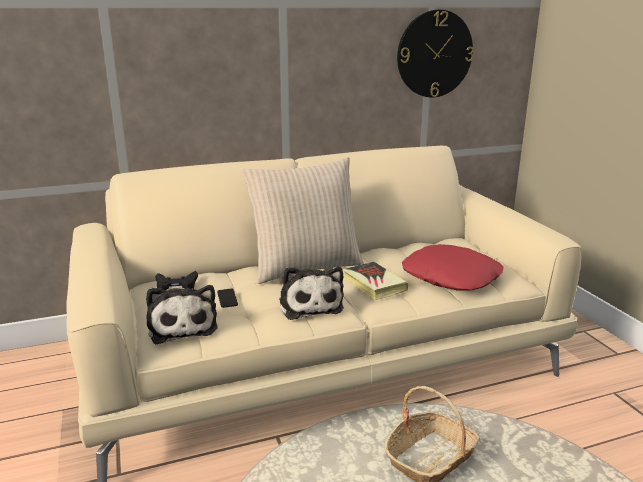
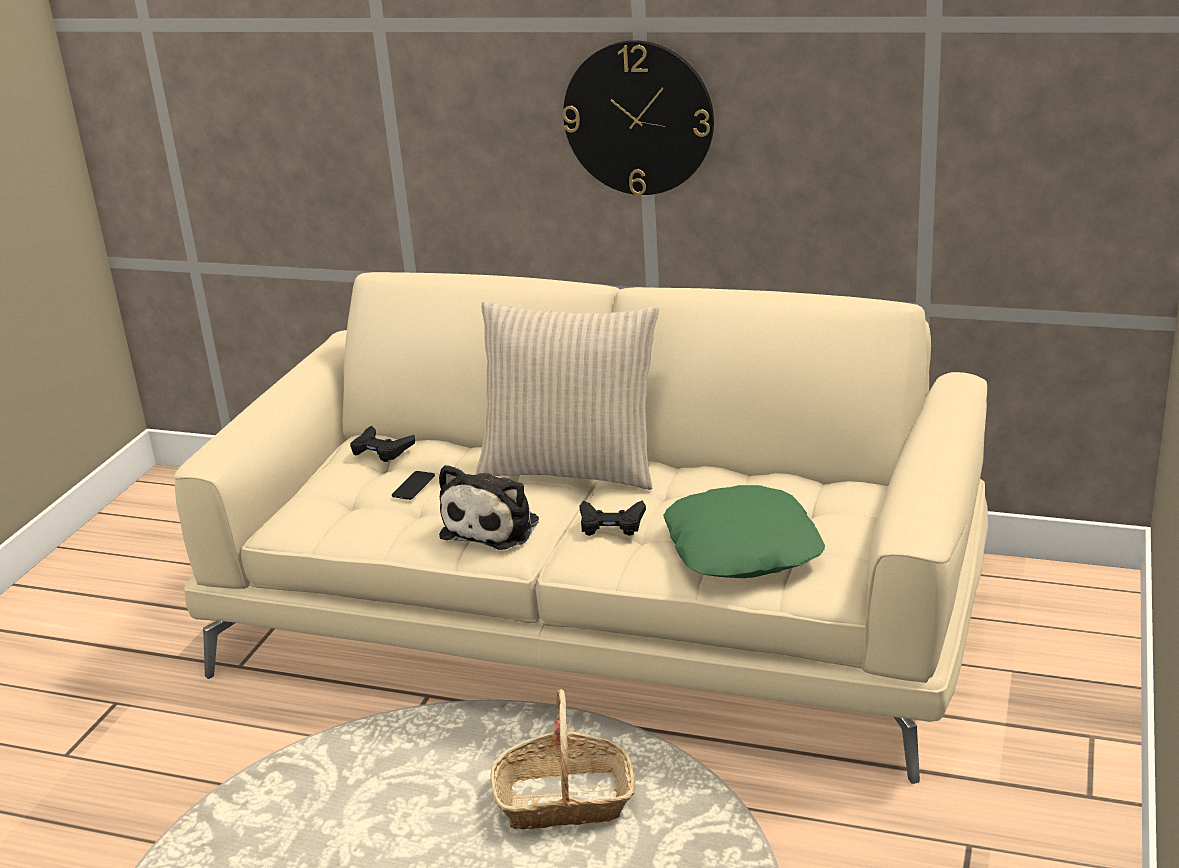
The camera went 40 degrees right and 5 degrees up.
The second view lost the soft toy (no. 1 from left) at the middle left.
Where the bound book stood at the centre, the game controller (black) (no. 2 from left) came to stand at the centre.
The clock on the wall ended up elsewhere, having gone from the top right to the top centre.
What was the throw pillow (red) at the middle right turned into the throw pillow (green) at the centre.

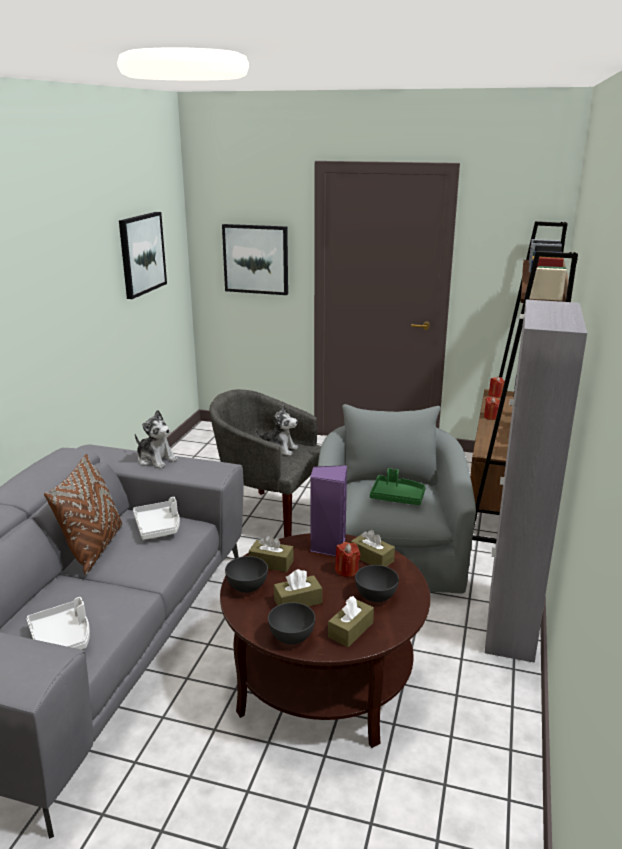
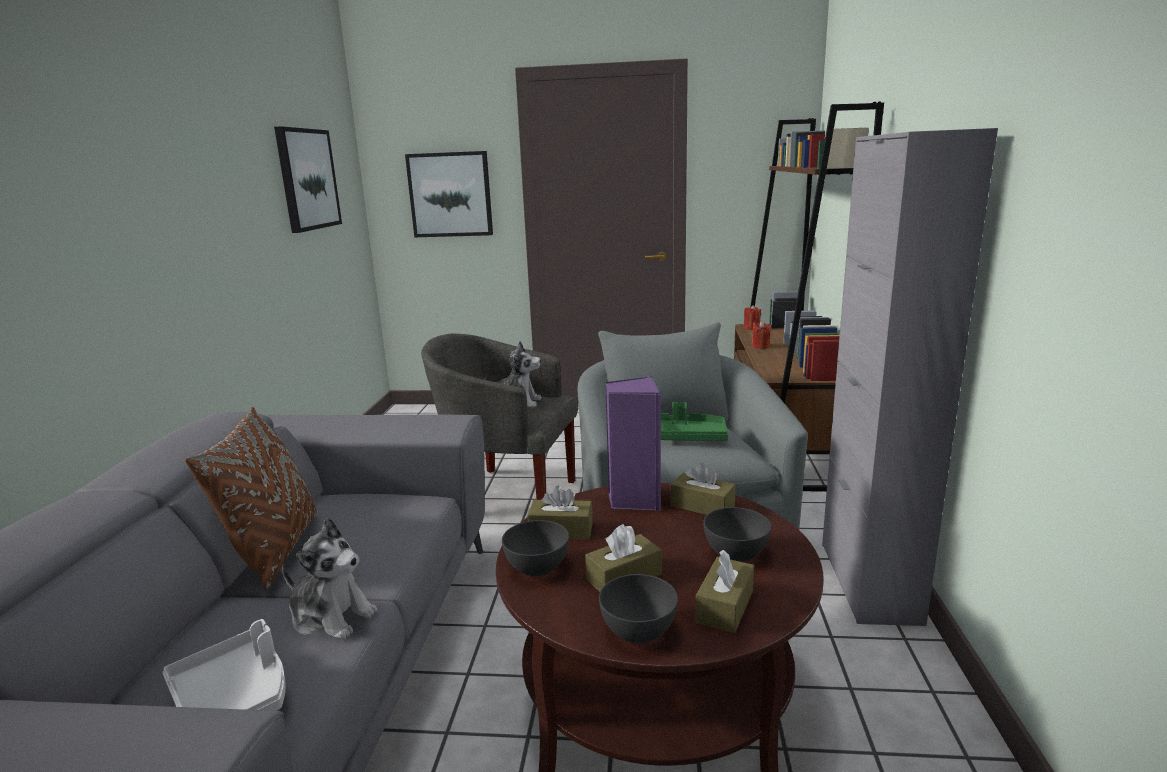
The camera went 10 degrees left and 5 degrees down.
The second view lost the carrying tray (greyish) (no. 2 from left) at the middle left.
The soft toy (no. 1 from left) ended up elsewhere, having gone from the middle left to the bottom left.
The second view lost the wax light (red) (no. 1 from left) at the centre.

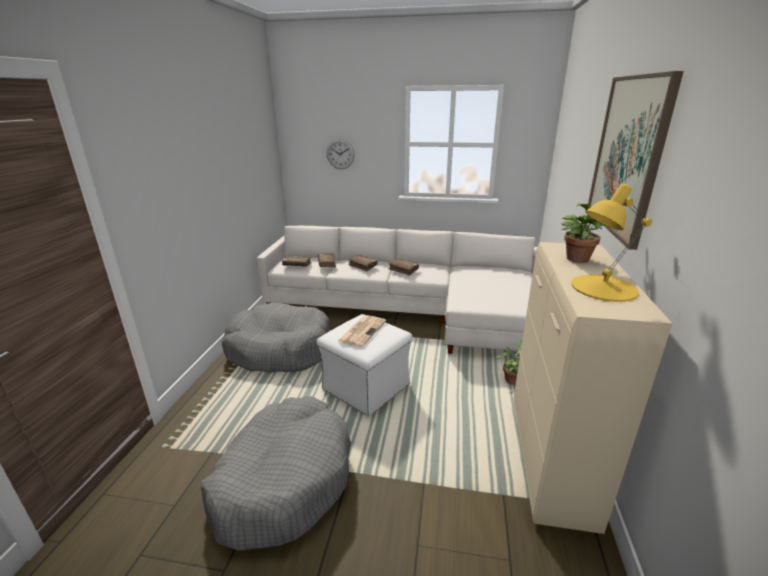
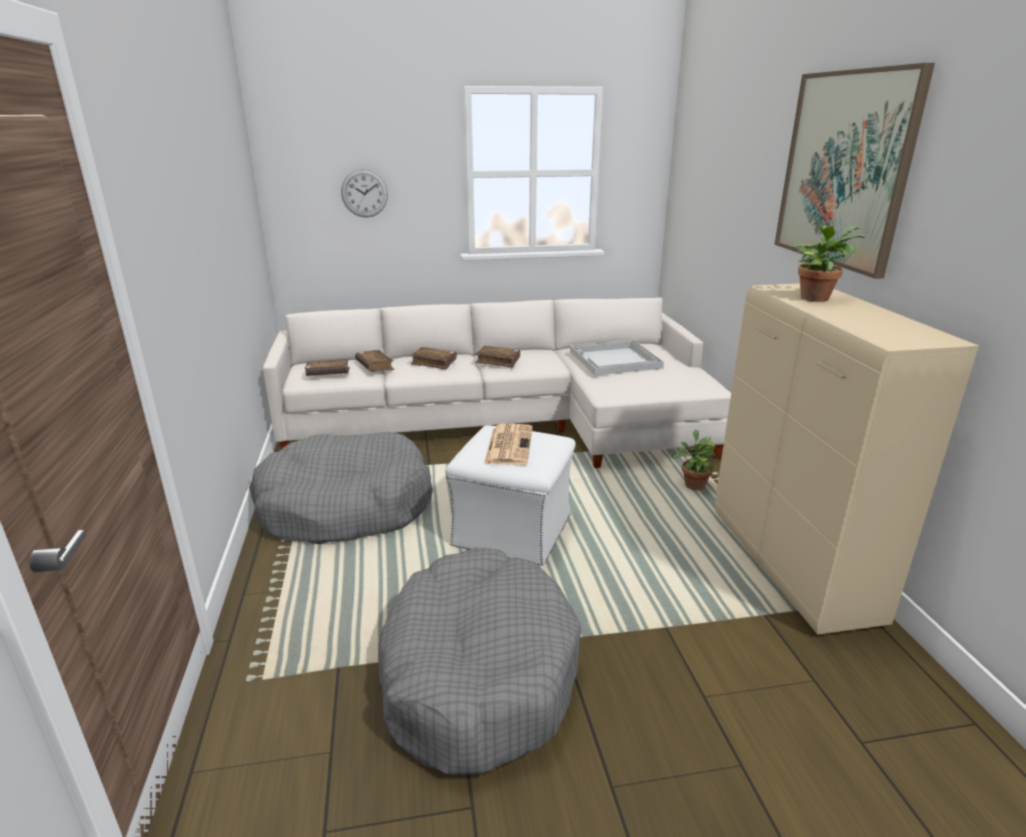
The camera went 20 degrees left and 0 degrees up.
The second view lost the table lamp (yellowish) at the middle right.
The second view gained the carrying tray (white) at the centre.

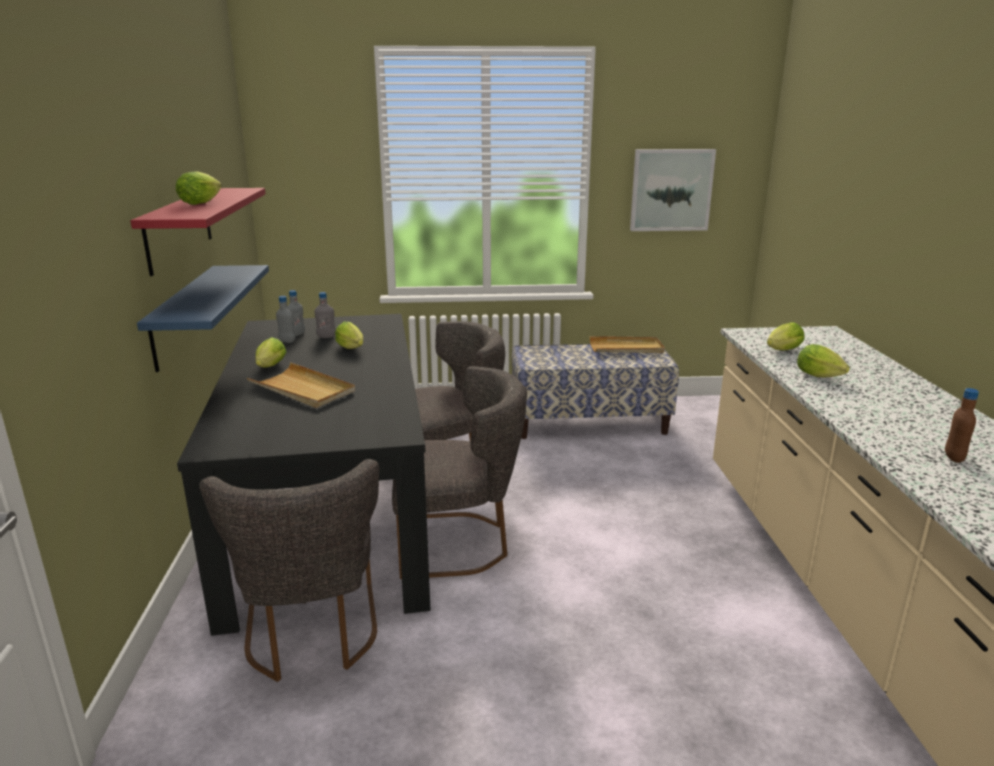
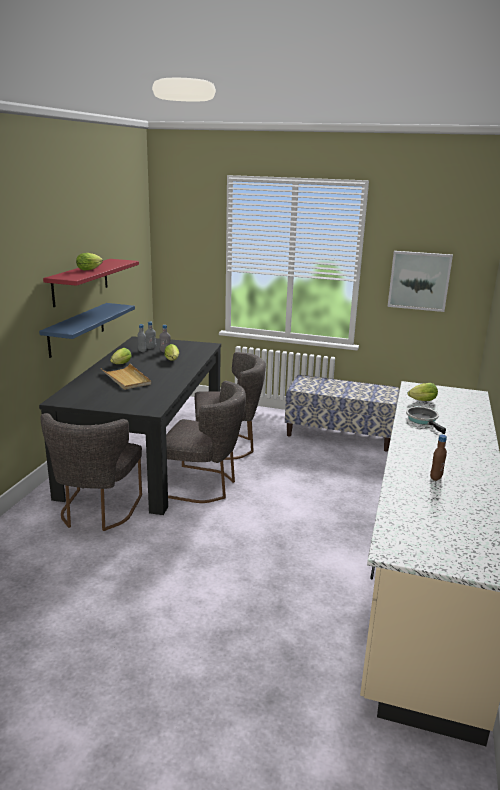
The camera went 20 degrees right and 0 degrees up.
The second view lost the carrying tray (beige-coloured) (no. 2 from left) at the centre.
Where the lettuce head (no. 5 from left) stood at the middle right, the frying pan came to stand at the middle right.

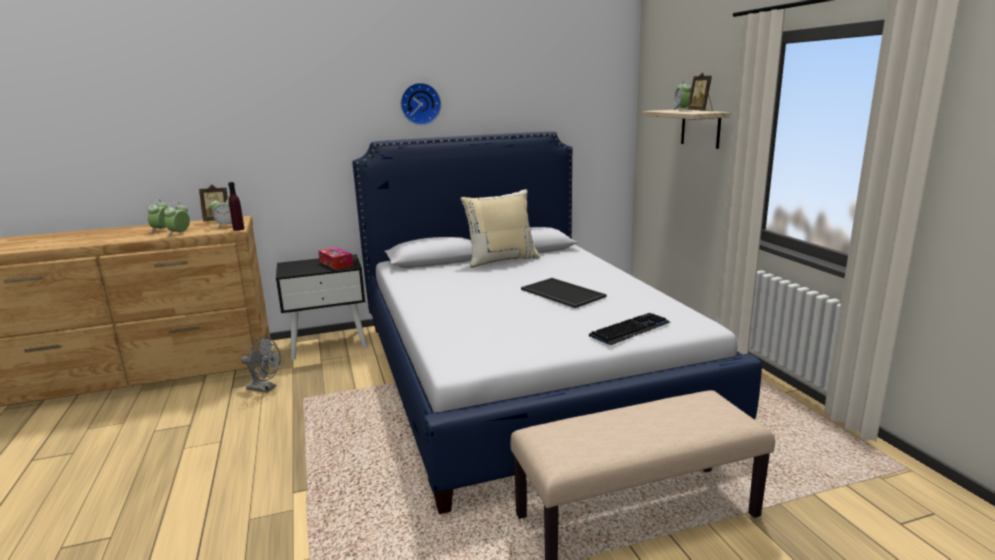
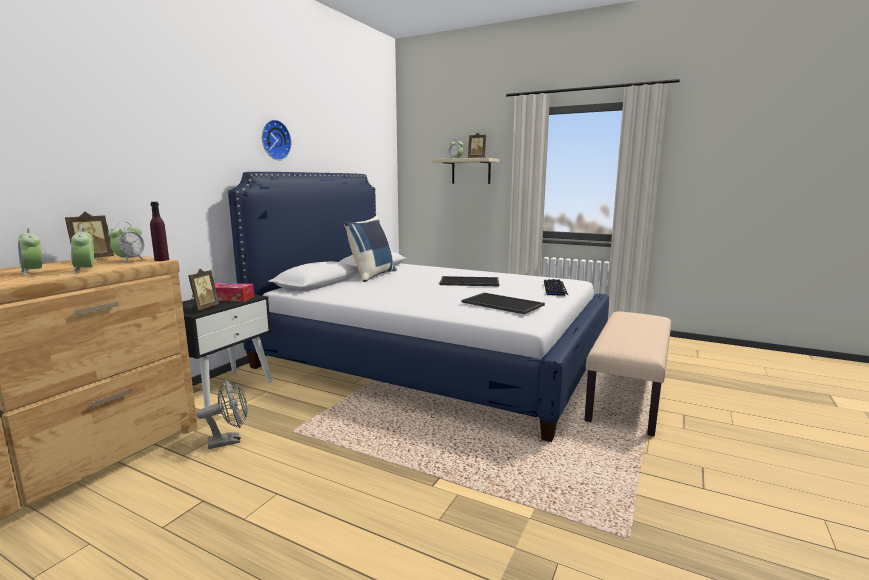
The camera went 45 degrees left and 5 degrees down.
What was the throw pillow (beige-coloured) at the centre turned into the throw pillow (blue-coloured) at the centre.
The second view gained the picture frame (no. 2 from left) at the middle left.
The second view gained the carrying tray (no. 2 from left) at the centre.

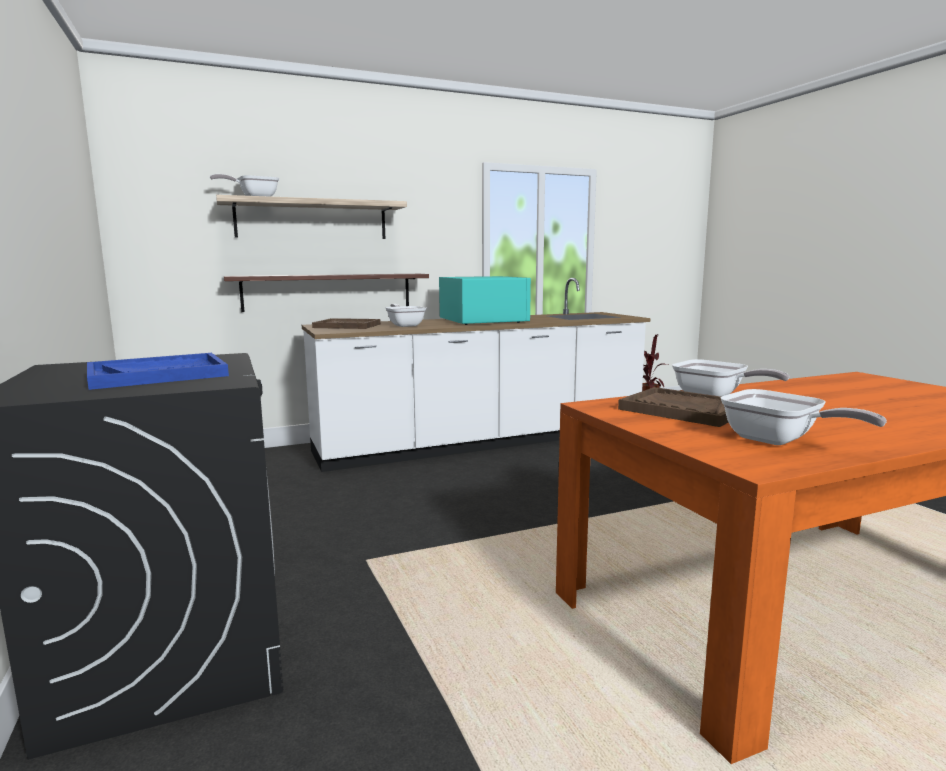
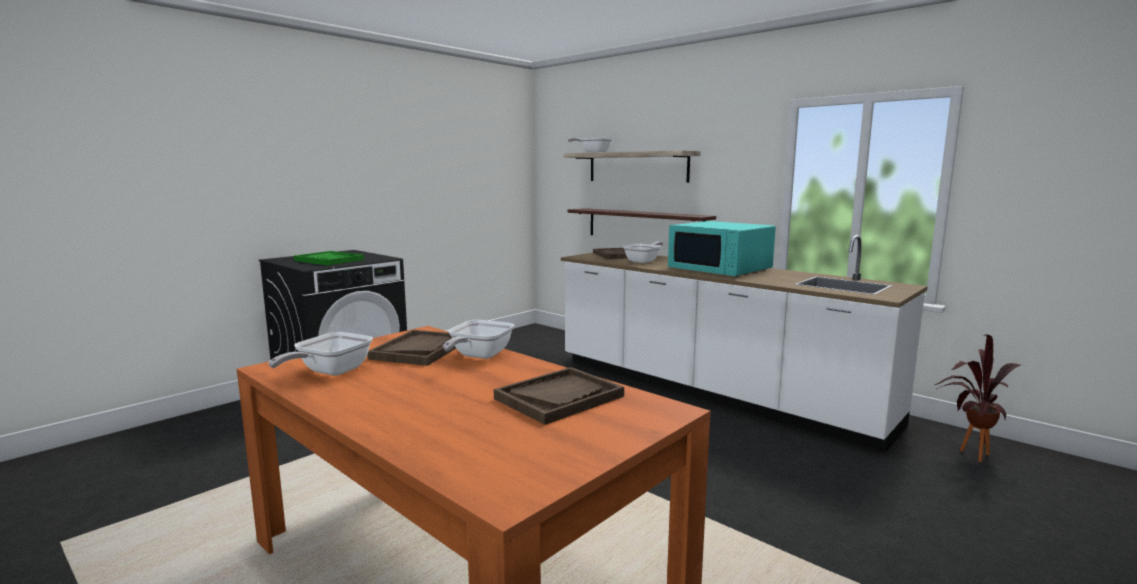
The camera went 65 degrees right and 0 degrees up.
What was the carrying tray (blue-coloured) at the middle left turned into the carrying tray (green) at the middle left.
The microwave (turquoise-coloured) at the centre ended up facing another way, 90 degrees clockwise from before.
The second view gained the carrying tray (brown) (no. 2 from left) at the bottom centre.

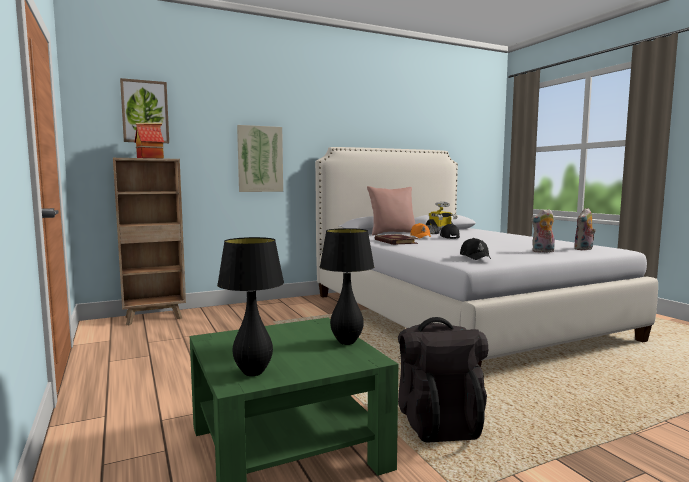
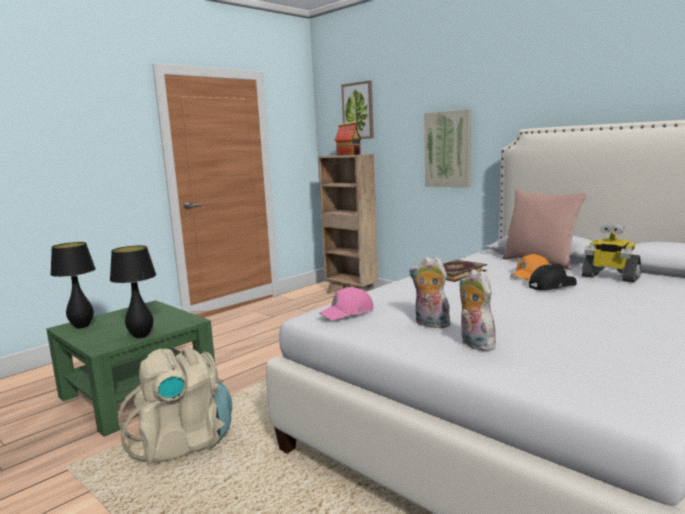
The camera went 70 degrees right and 5 degrees up.
What was the backpack (black) at the bottom centre turned into the backpack (beige-coloured) at the bottom left.
What was the peaked cap (black) (no. 2 from left) at the middle right turned into the peaked cap (pink-coloured) at the centre.
The soft toy (no. 2 from left in the first image) ended up elsewhere, having gone from the middle right to the centre.

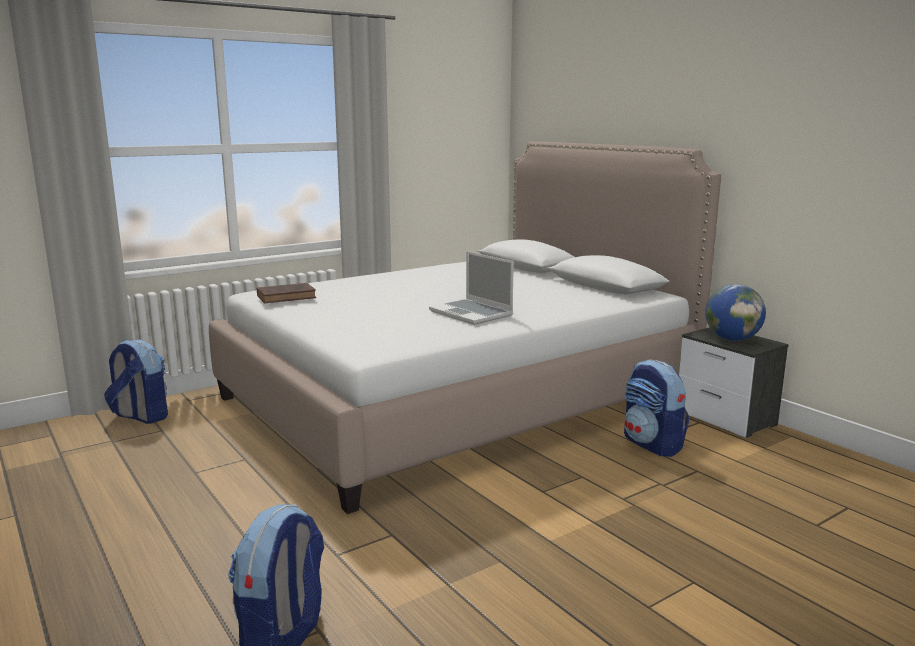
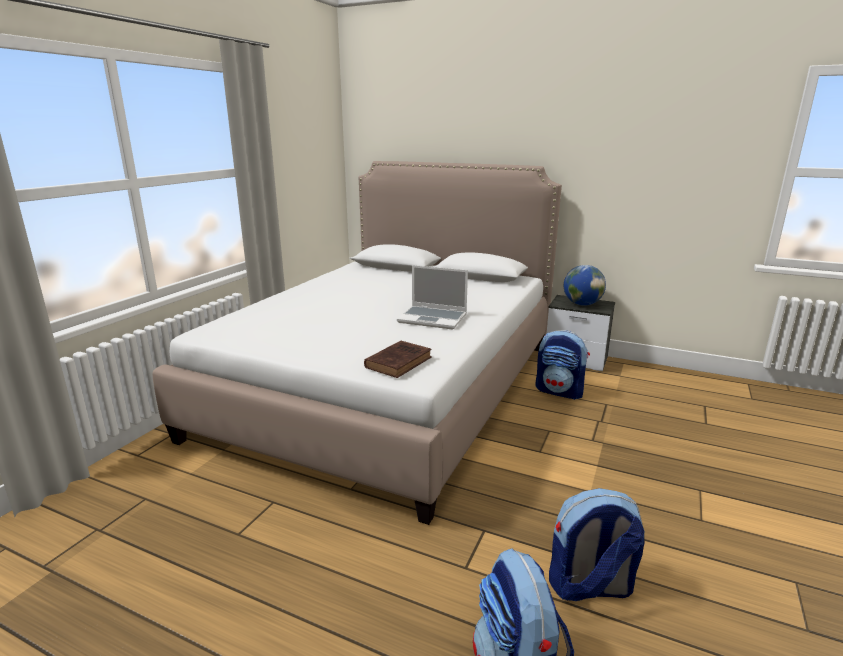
The camera went 30 degrees left and 5 degrees up.
The backpack (no. 1 from left in the first image) ended up elsewhere, having gone from the middle left to the bottom right.
The bound book (brown) ended up elsewhere, having gone from the middle left to the centre.

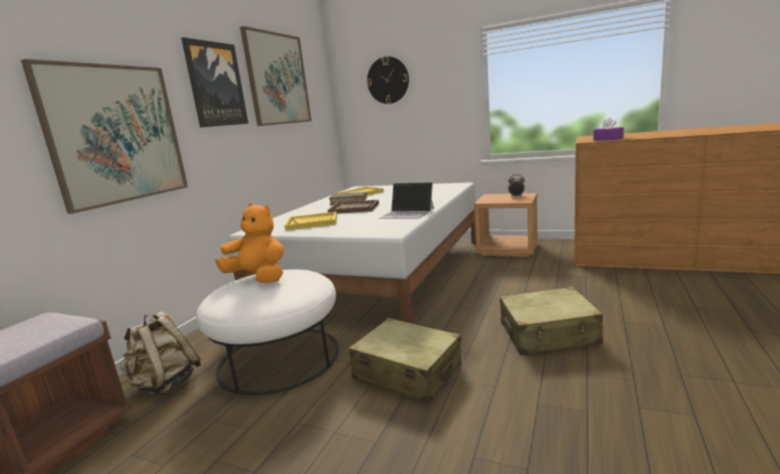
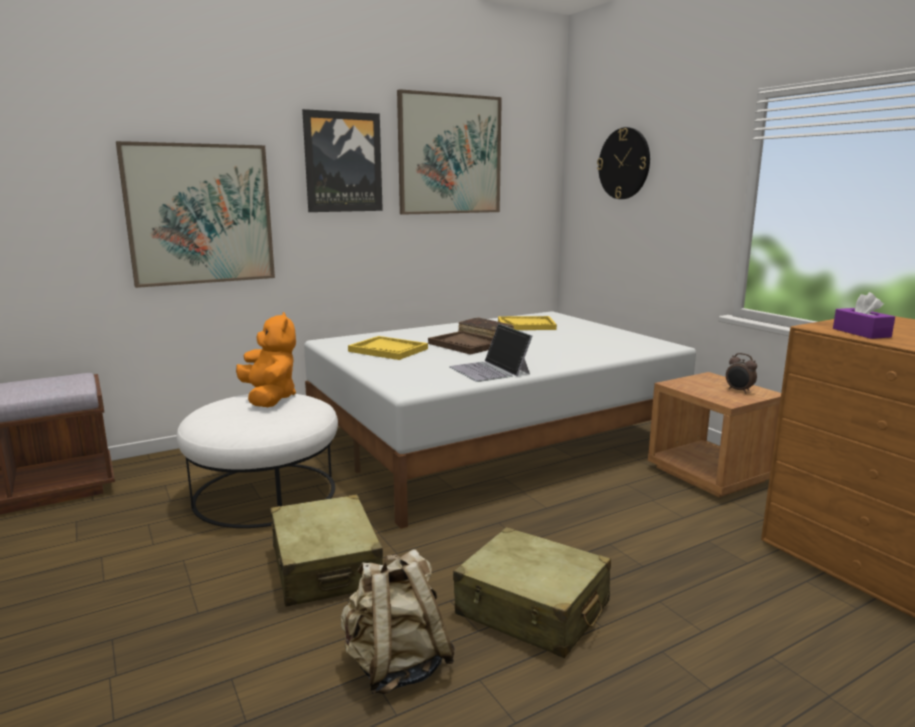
The camera went 35 degrees right and 0 degrees up.
The backpack (beige-coloured) ended up elsewhere, having gone from the bottom left to the bottom centre.

